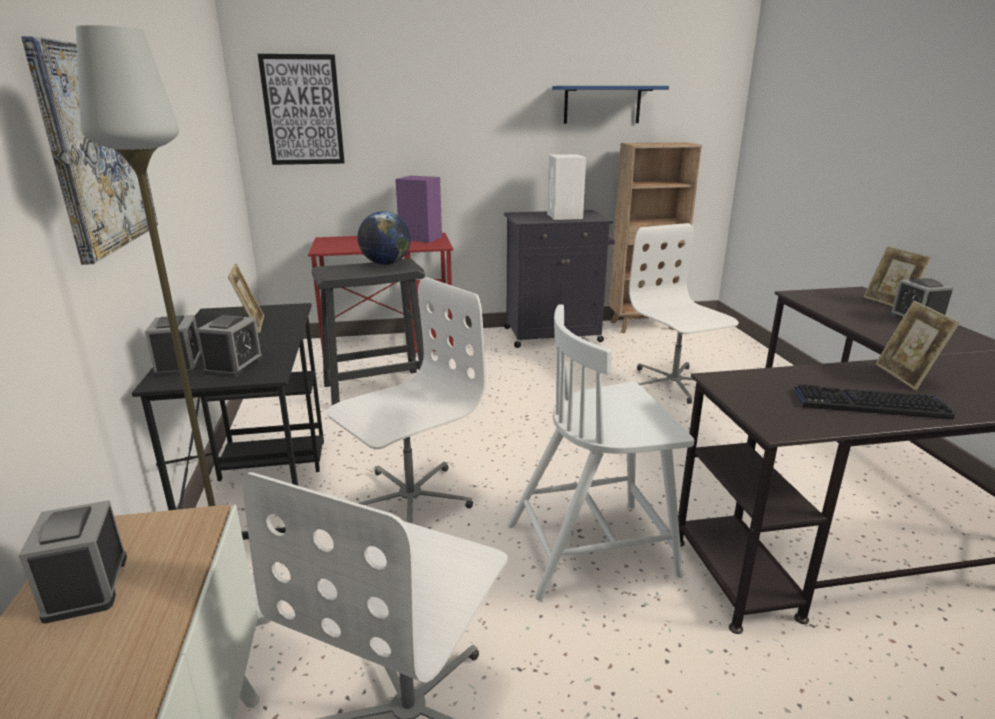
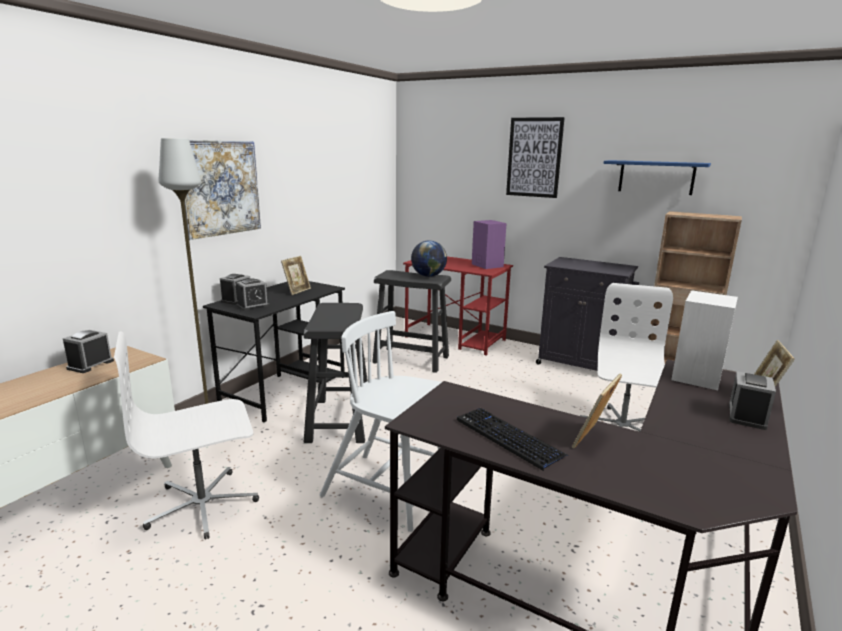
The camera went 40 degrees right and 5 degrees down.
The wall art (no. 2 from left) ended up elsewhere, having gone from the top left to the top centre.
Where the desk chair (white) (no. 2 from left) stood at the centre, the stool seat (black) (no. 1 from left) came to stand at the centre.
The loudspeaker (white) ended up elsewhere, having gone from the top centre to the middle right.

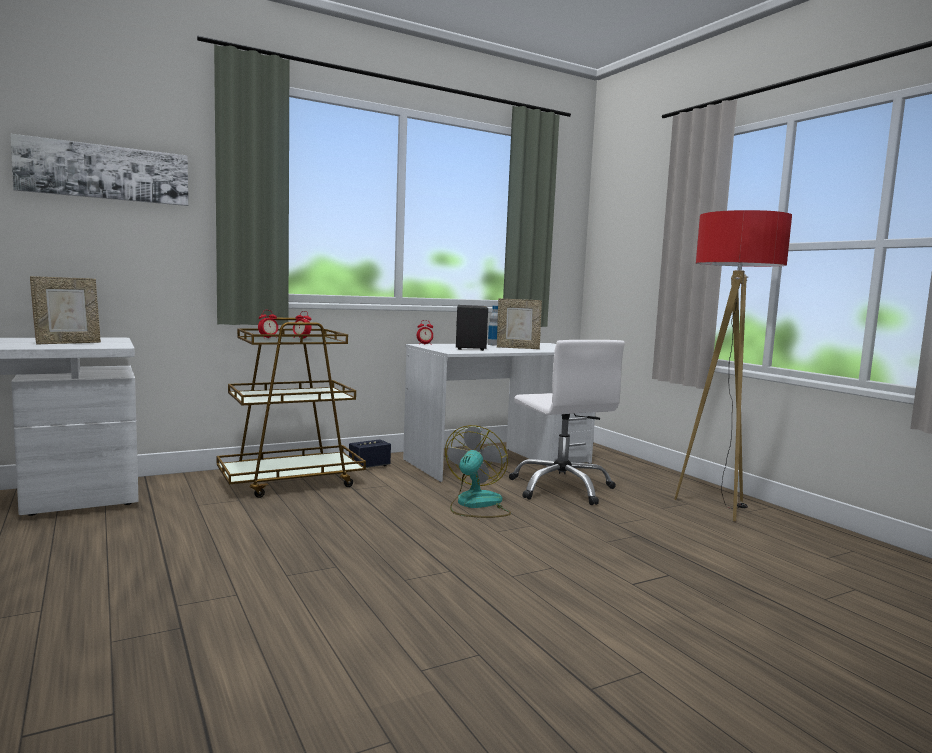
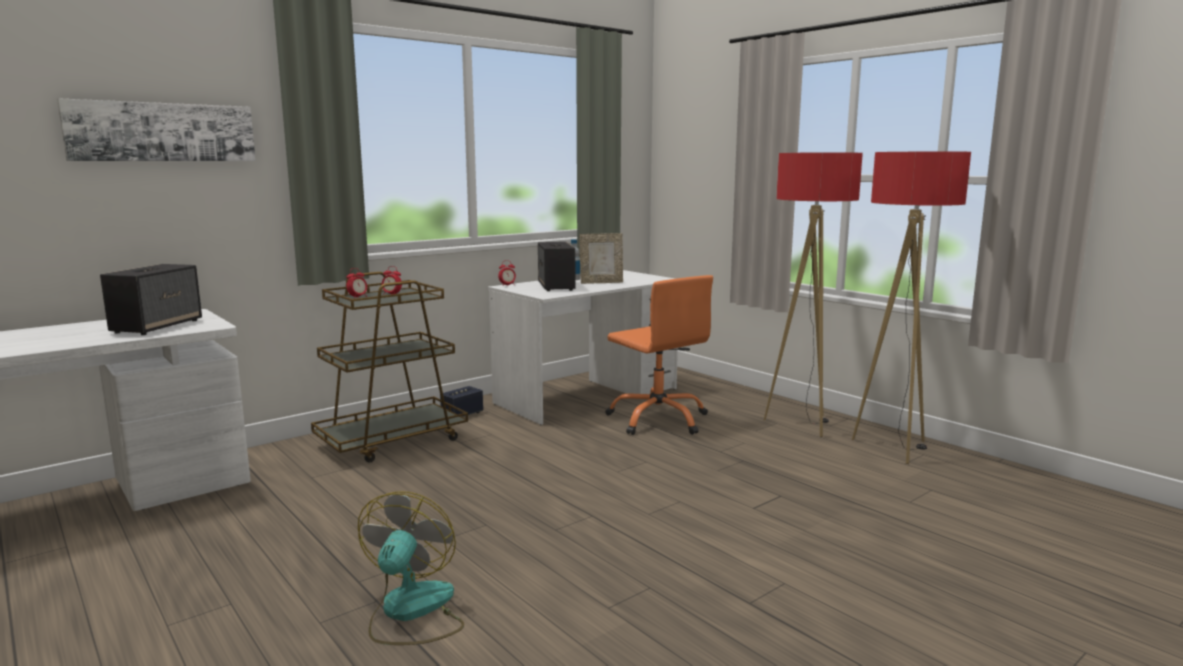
The camera went 10 degrees left and 5 degrees up.
Where the picture frame (no. 1 from left) stood at the middle left, the loudspeaker (no. 1 from left) came to stand at the middle left.
The cooling fan ended up elsewhere, having gone from the centre to the bottom centre.
What was the desk chair (white) at the centre turned into the desk chair (orange-coloured) at the centre.
The second view gained the floor lamp (no. 2 from left) at the middle right.

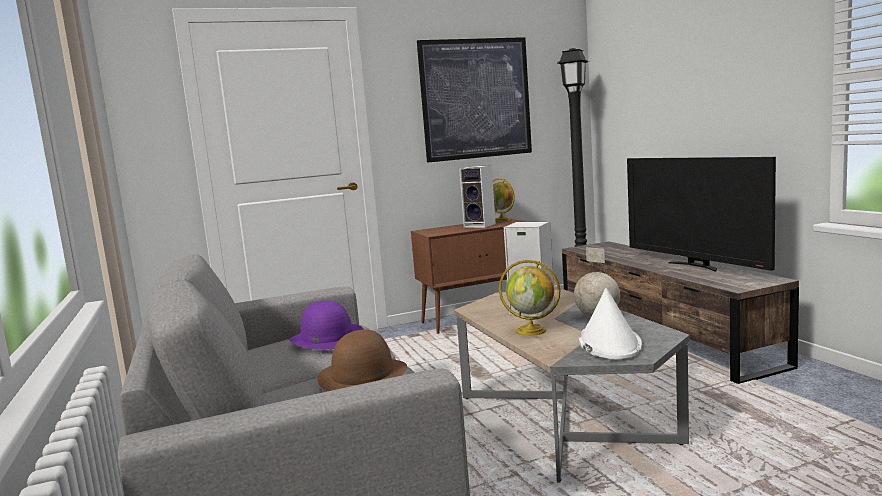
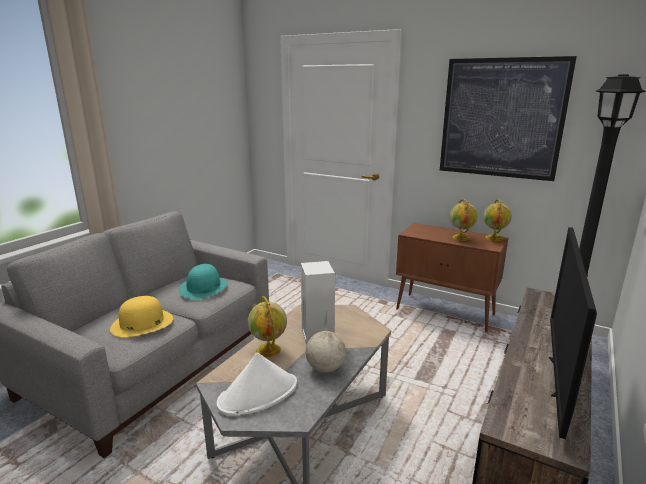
The camera went 50 degrees right and 10 degrees up.
What was the hat (purple-coloured) at the centre turned into the hat (turquoise-coloured) at the middle left.
What was the hat (brown) at the bottom centre turned into the hat (yellowish) at the middle left.
Where the loudspeaker (no. 1 from left) stood at the centre, the desk globe (no. 3 from left) came to stand at the middle right.

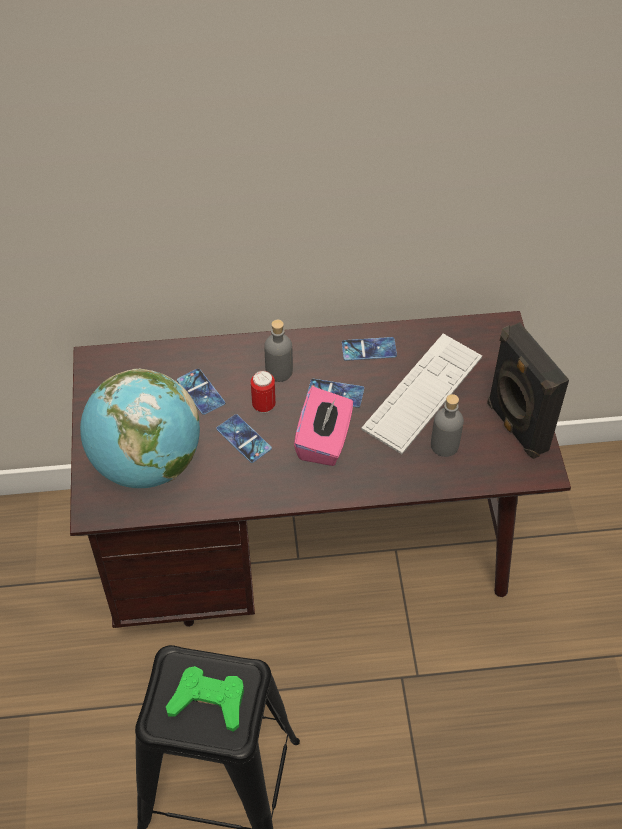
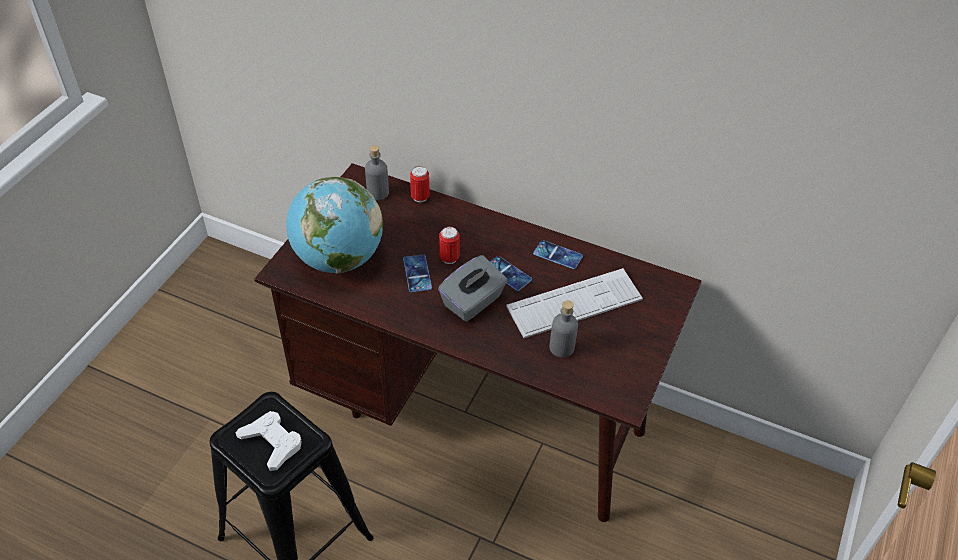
The camera went 30 degrees right and 5 degrees down.
What was the game controller (green) at the bottom left turned into the game controller (white) at the bottom left.
The second view lost the handset (no. 1 from left) at the middle left.
The beverage bottle (greyish) (no. 1 from left) ended up elsewhere, having gone from the centre to the top centre.
What was the tissue holder (pink-coloured) at the centre turned into the tissue holder (greyish) at the centre.
The second view lost the loudspeaker (black) at the middle right.
The second view gained the sealed can (no. 1 from left) at the top centre.

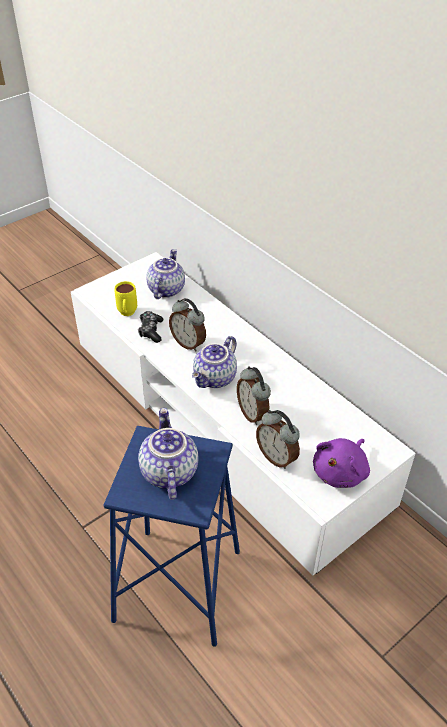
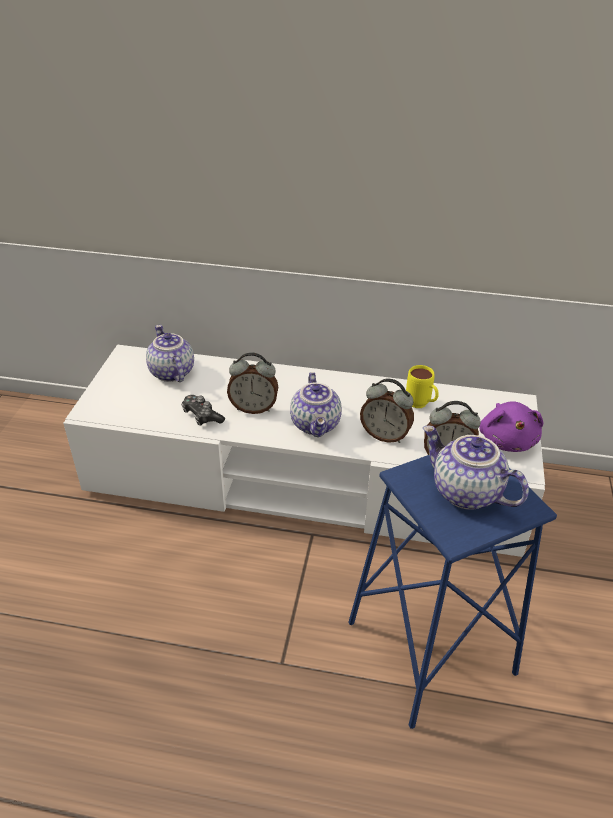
The camera went 40 degrees left and 5 degrees down.
The coffee mug (yellowish) ended up elsewhere, having gone from the middle left to the middle right.

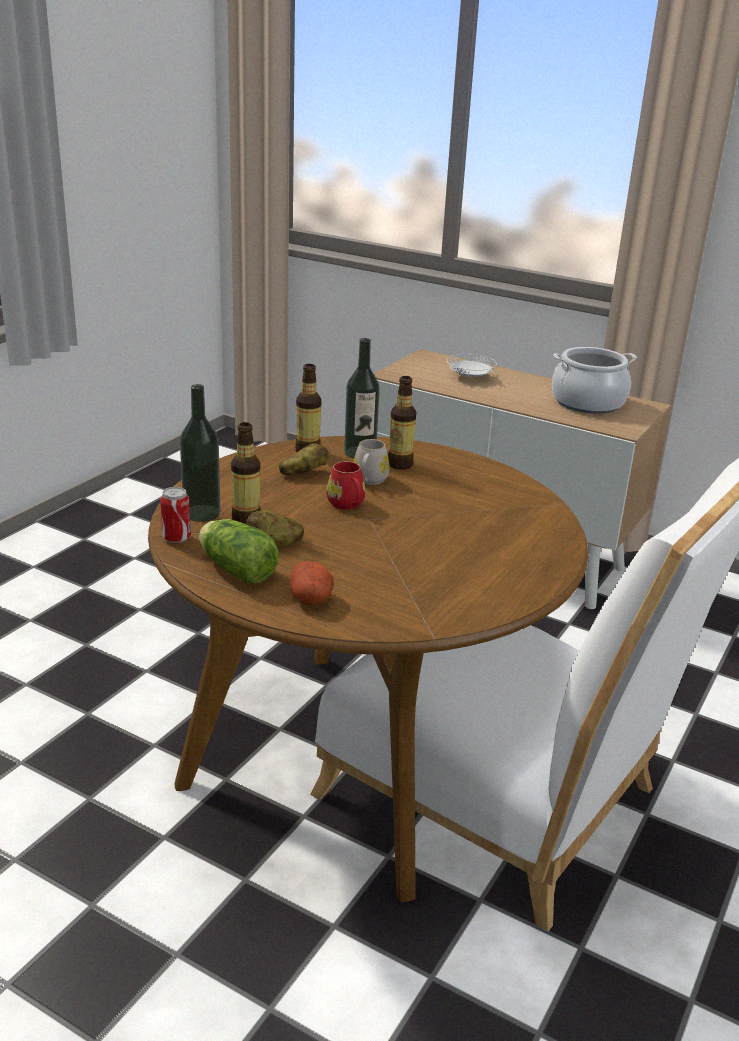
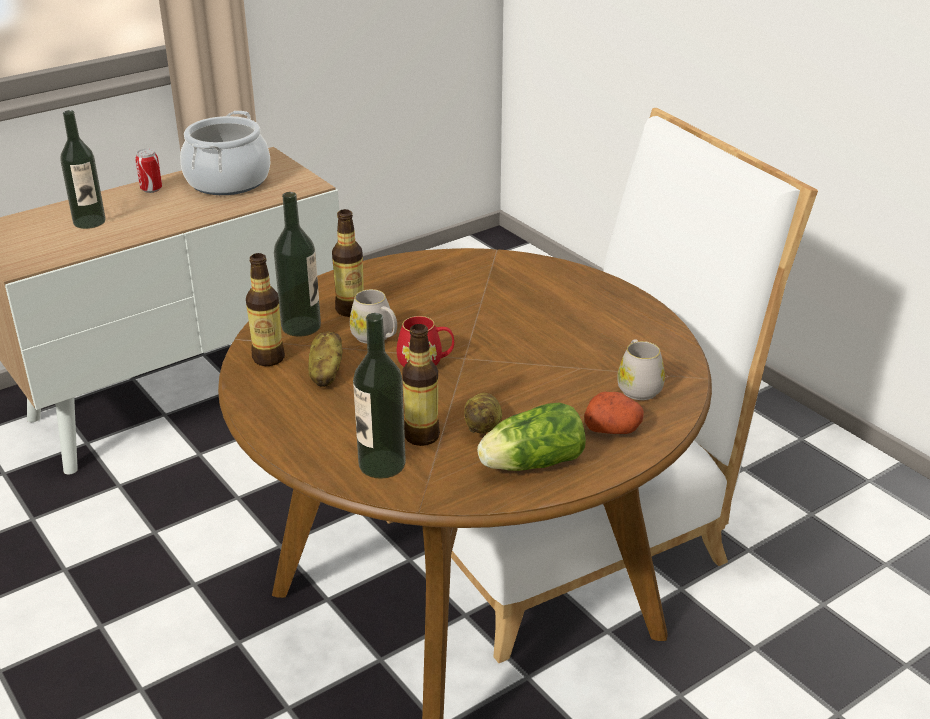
The camera went 65 degrees left and 5 degrees up.
The sealed can ended up elsewhere, having gone from the middle left to the top left.
Where the dinner plate (white) stood at the centre, the beverage bottle (no. 1 from left) came to stand at the top left.
The second view gained the coffee mug (white) (no. 2 from left) at the middle right.

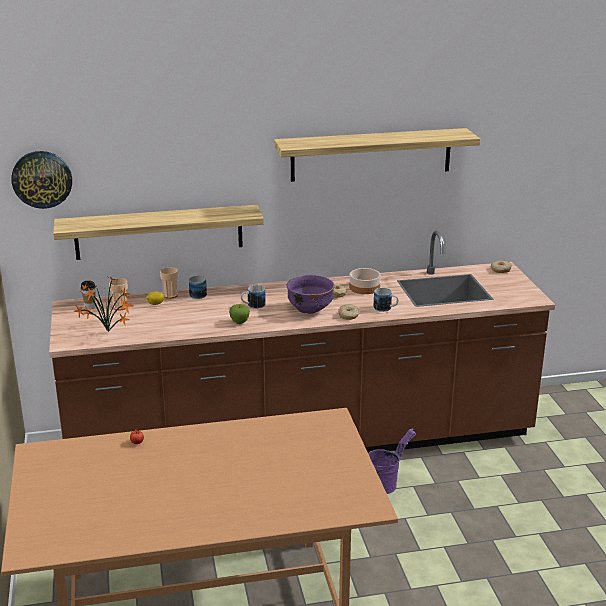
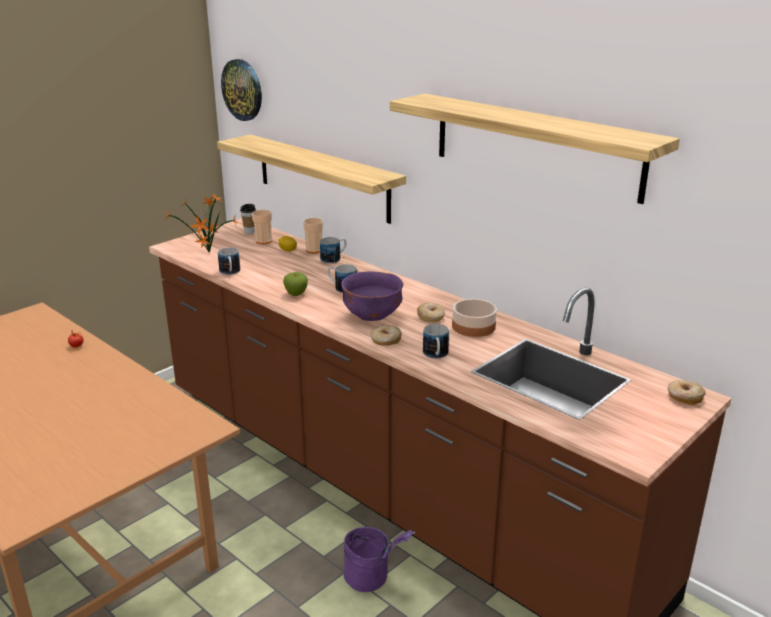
The camera went 55 degrees right and 0 degrees up.
The second view gained the coffee mug (no. 1 from left) at the middle left.

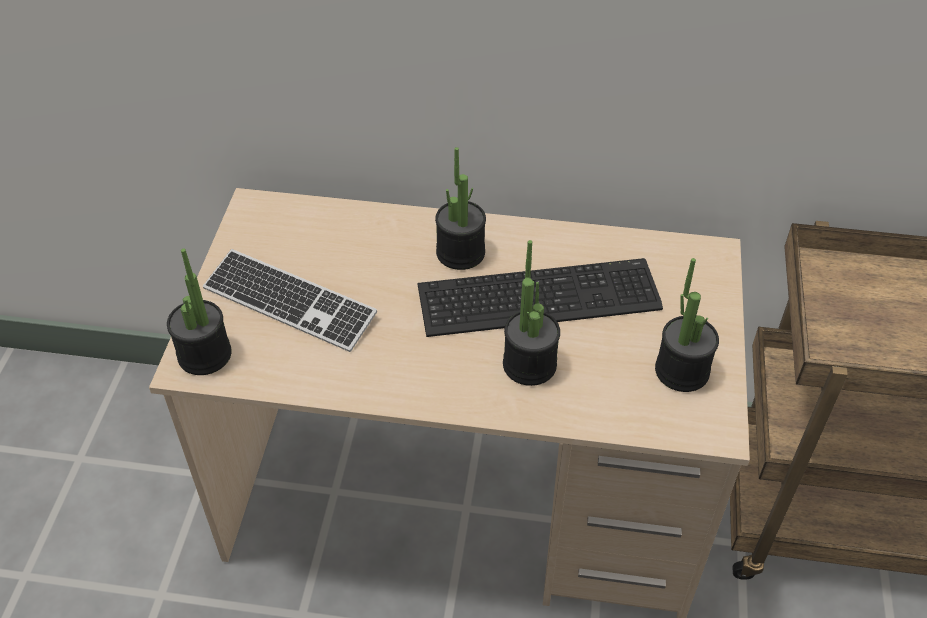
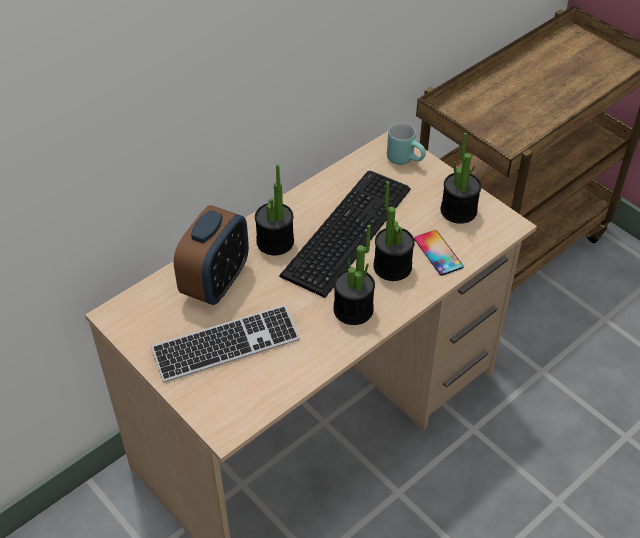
The camera went 50 degrees left and 0 degrees up.
The potted plant (no. 1 from left in the first image) ended up elsewhere, having gone from the middle left to the centre.
The second view gained the bedside clock at the middle left.
The second view gained the coffee mug (turquoise-coloured) at the top centre.
The second view gained the handset at the middle right.

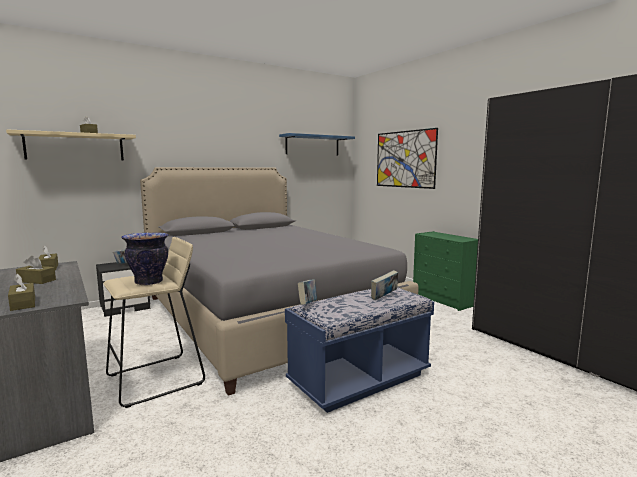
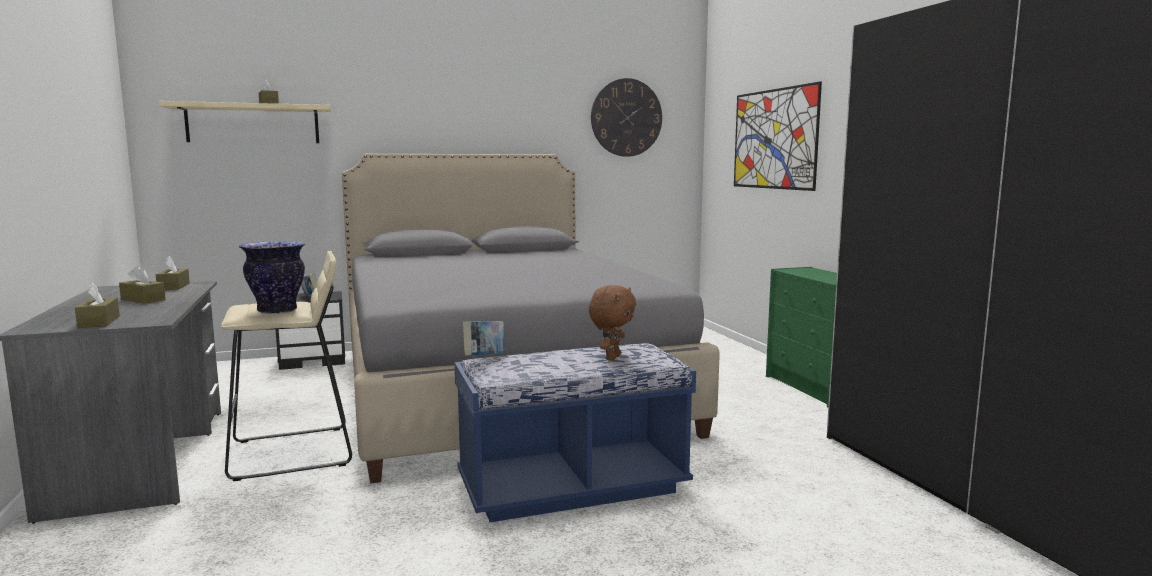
The camera went 15 degrees right and 0 degrees up.
Where the shelf (blue-coloured) hung at the top centre, the clock on the wall came to hang at the top centre.
Where the bound book (no. 3 from left) stood at the centre, the soft toy (brown) came to stand at the centre.

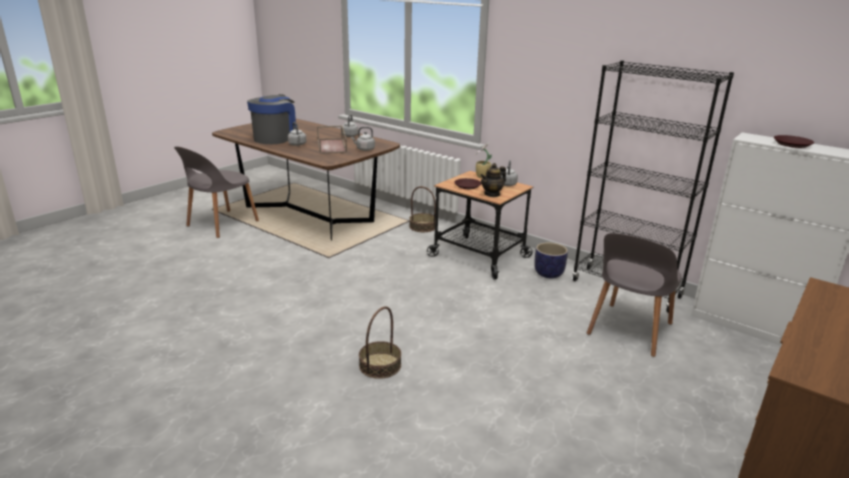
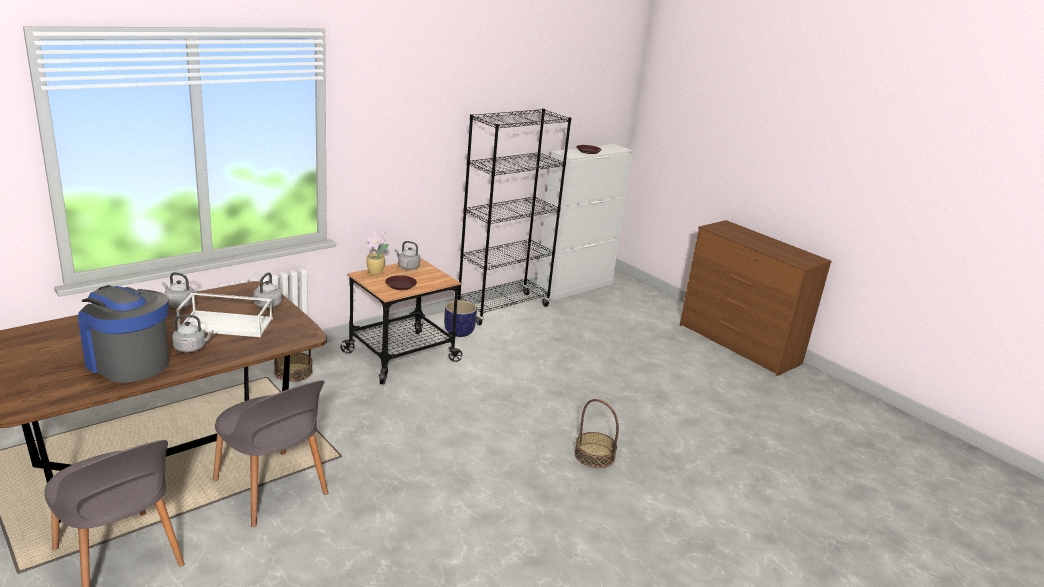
The camera went 80 degrees left and 0 degrees up.
What was the carrying tray (brown) at the top centre turned into the carrying tray (white) at the middle left.
The second view lost the teapot at the centre.
The chair (greyish) (no. 2 from left) ended up elsewhere, having gone from the middle right to the bottom left.

